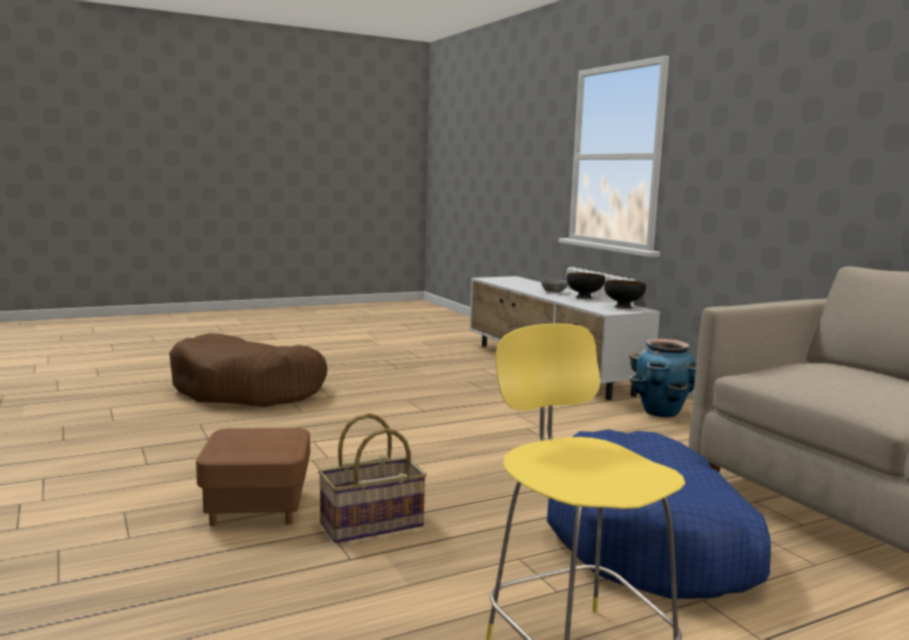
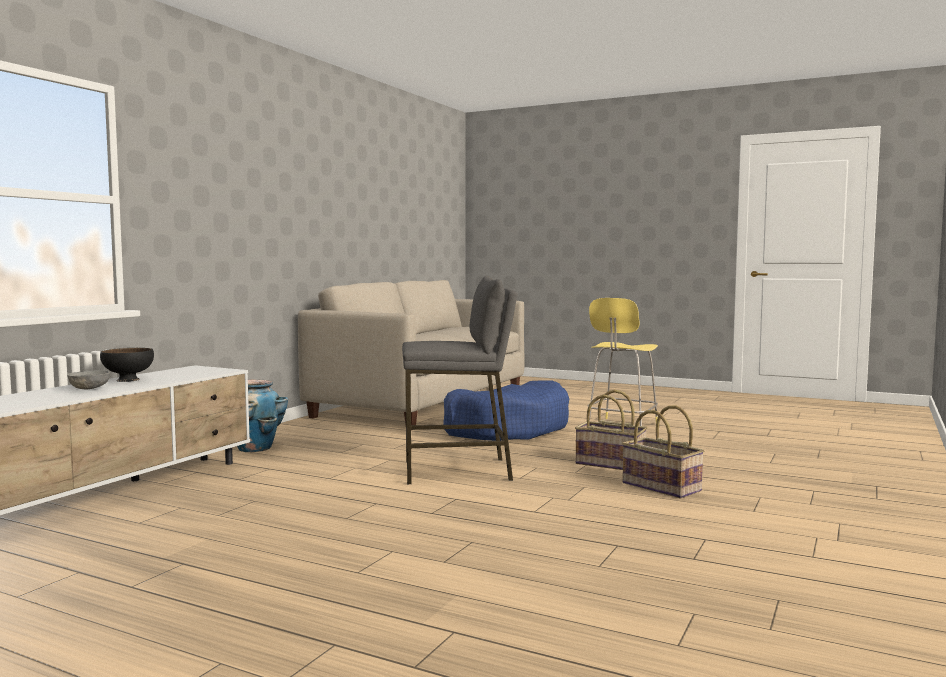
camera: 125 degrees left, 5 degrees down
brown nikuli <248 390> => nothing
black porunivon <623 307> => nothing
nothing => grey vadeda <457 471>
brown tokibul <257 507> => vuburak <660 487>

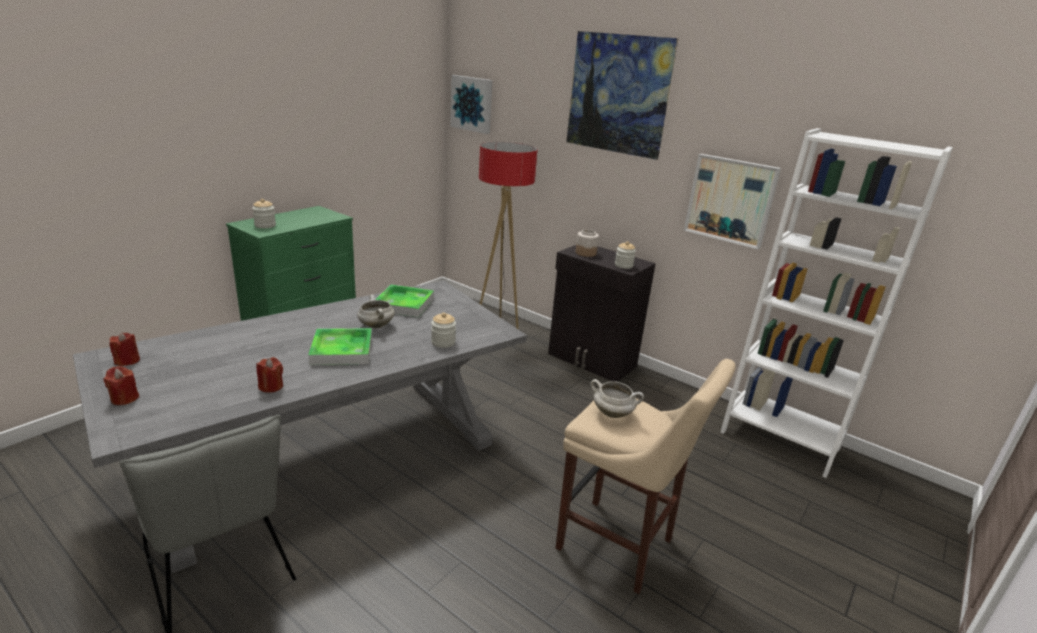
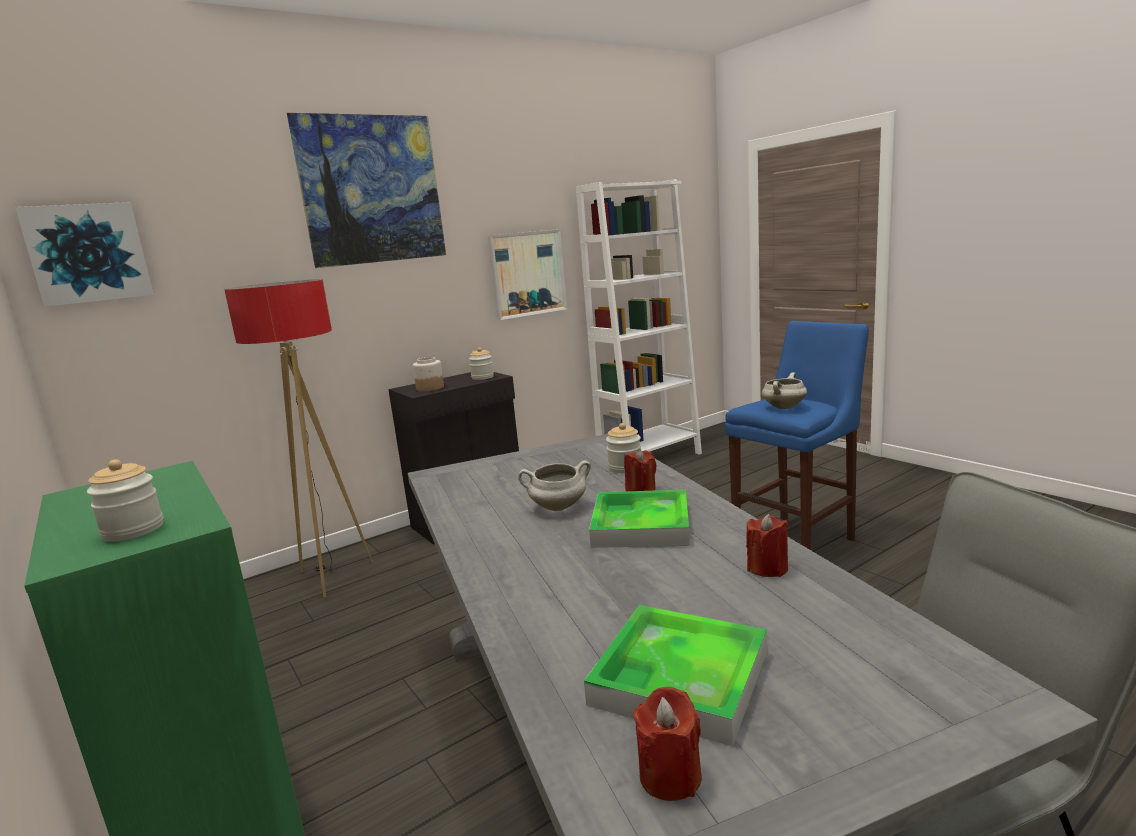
camera: 70 degrees left, 10 degrees down
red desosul <124 398> => red desosul <641 489>, move
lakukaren <404 304> => lakukaren <680 678>, move
beige vadeda <620 547> => blue vadeda <798 540>

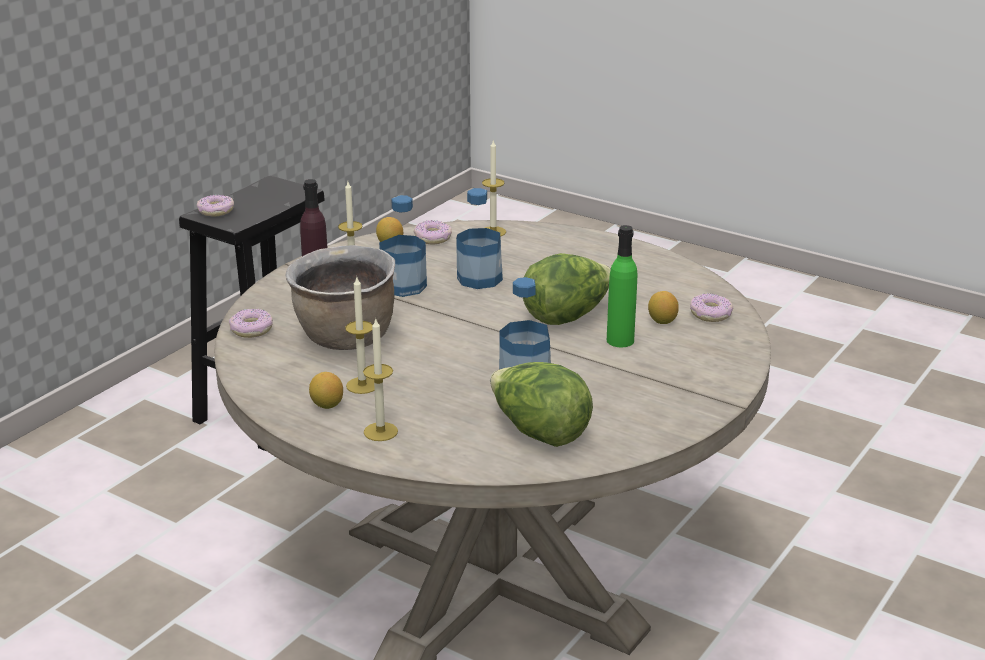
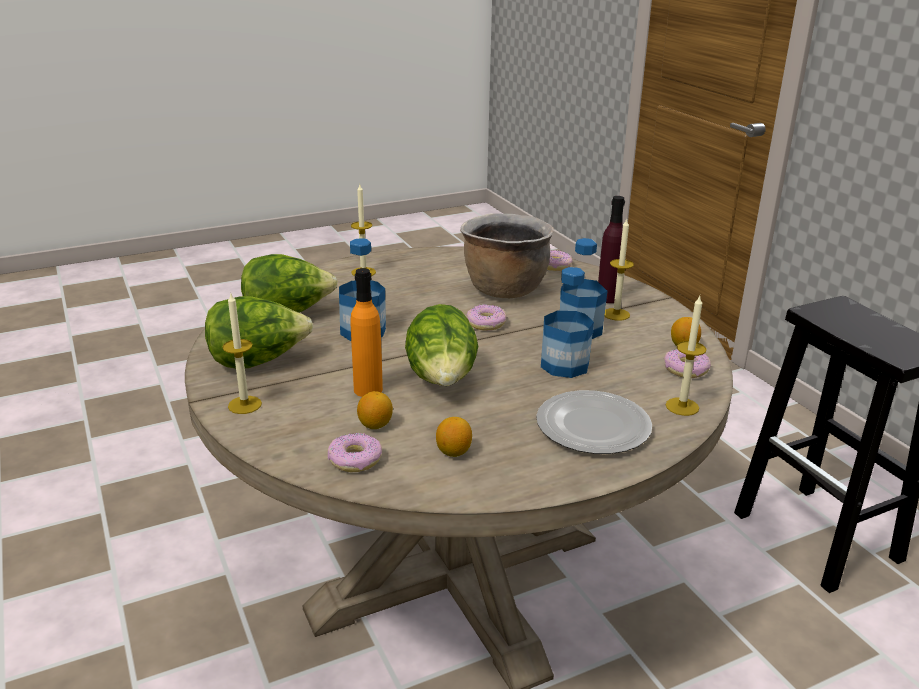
camera: 120 degrees right, 0 degrees up
nothing => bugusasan <258 362>
nothing => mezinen <593 425>
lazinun <216 211> => lazinun <486 323>, move
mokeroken <327 405> => mokeroken <453 452>, move
desosul <362 385> => desosul <244 405>, move
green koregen <620 340> => orange koregen <368 389>

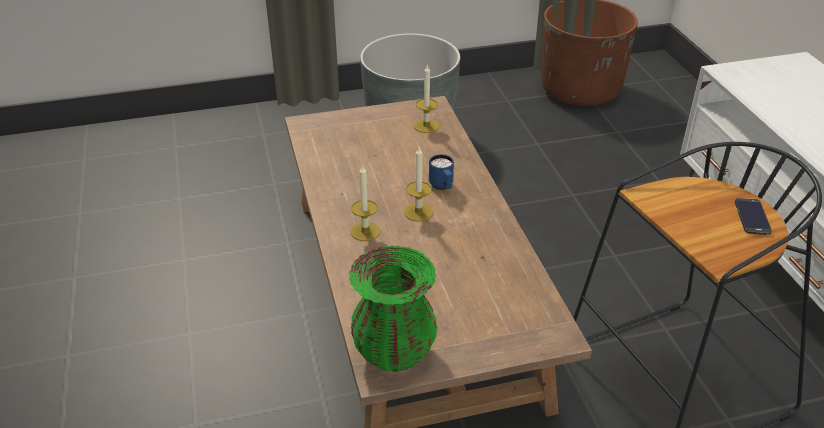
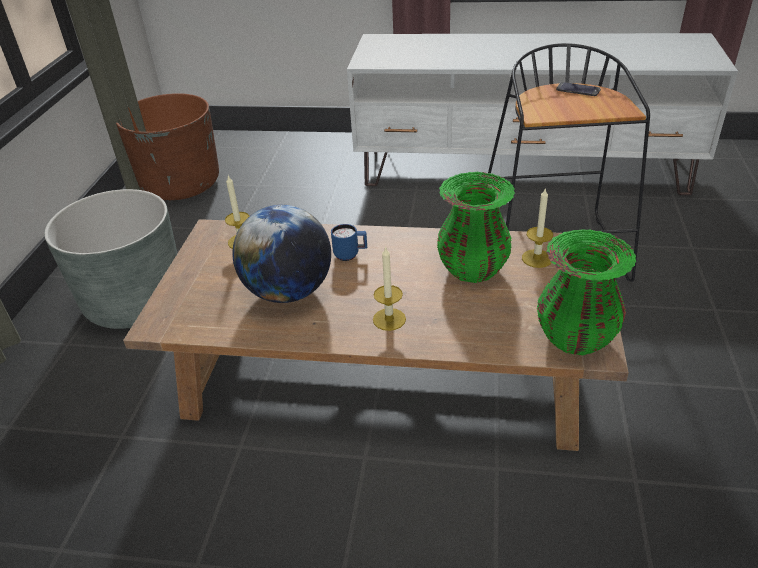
camera: 65 degrees left, 0 degrees up
nothing => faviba <289 292>
nothing => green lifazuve <473 269>
desosul <418 212> => desosul <537 258>, move

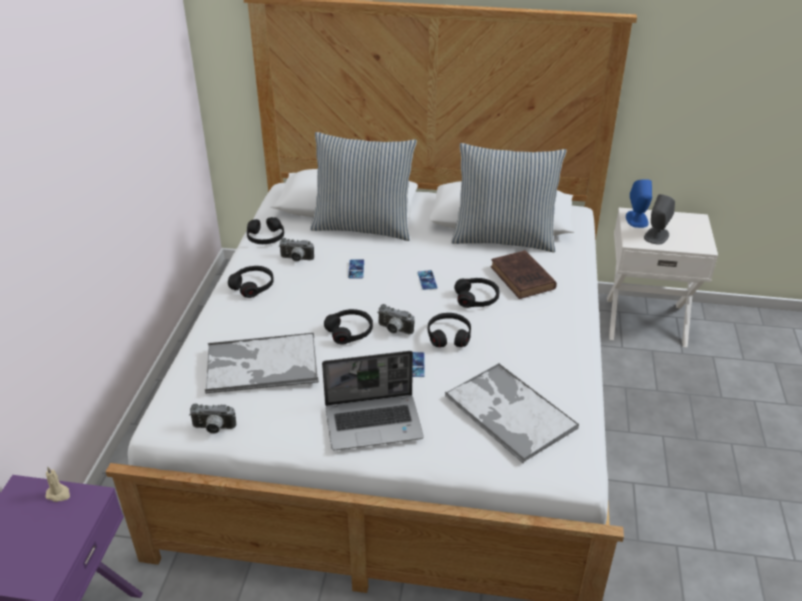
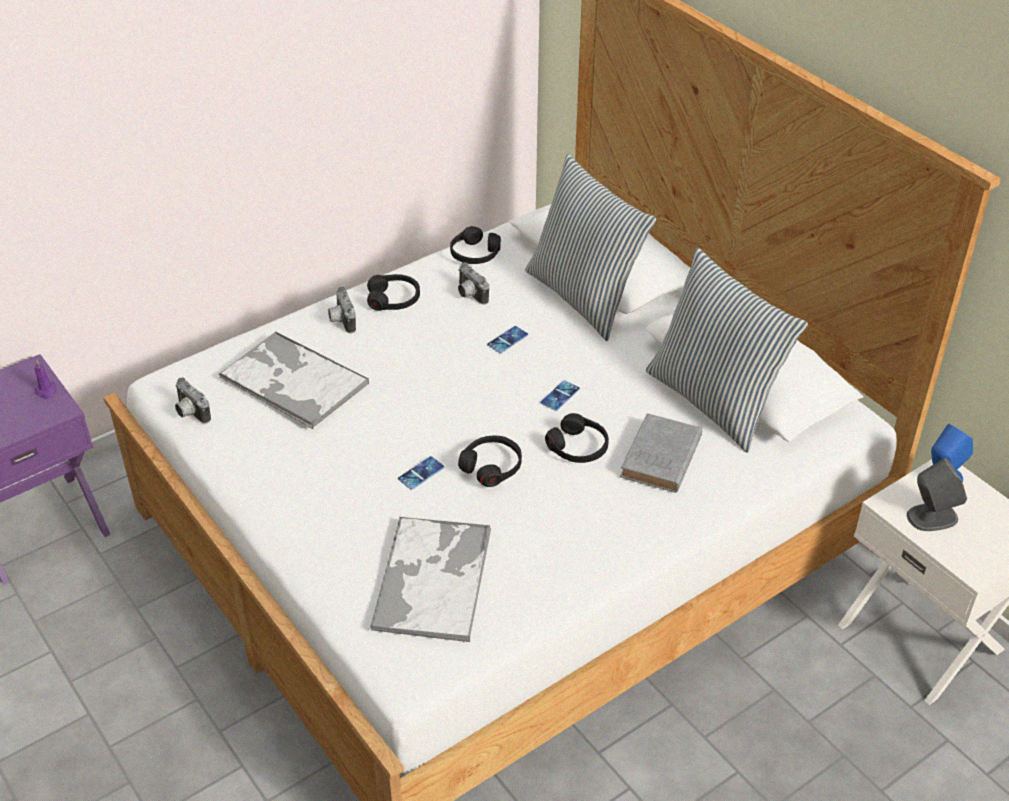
camera: 45 degrees right, 5 degrees up
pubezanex <374 422> => nothing
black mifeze <350 331> => nothing
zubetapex <394 330> => zubetapex <341 320>, move
beige desosul <59 494> => purple desosul <46 391>
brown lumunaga <523 279> => grey lumunaga <660 459>

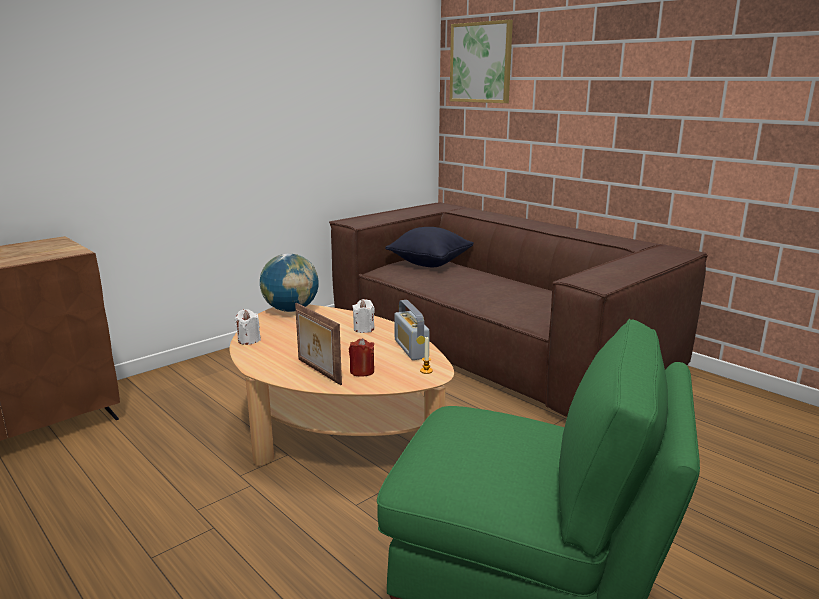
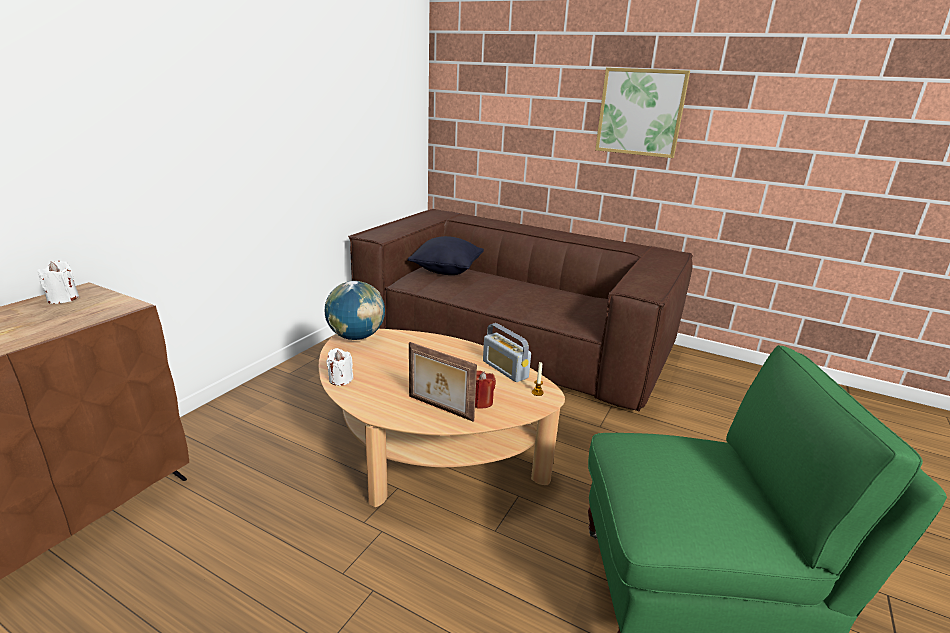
camera: 20 degrees left, 5 degrees up
white desosul <364 329> => white desosul <63 299>, move
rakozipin <481 62> => rakozipin <640 112>, move

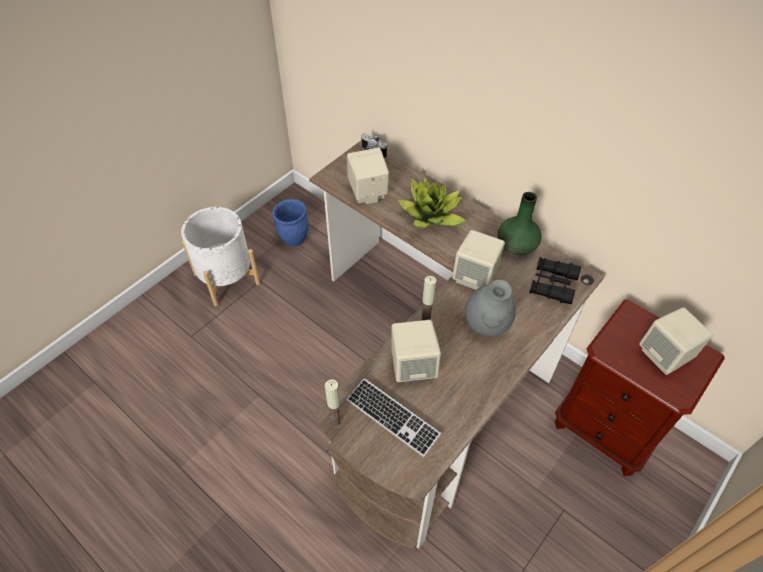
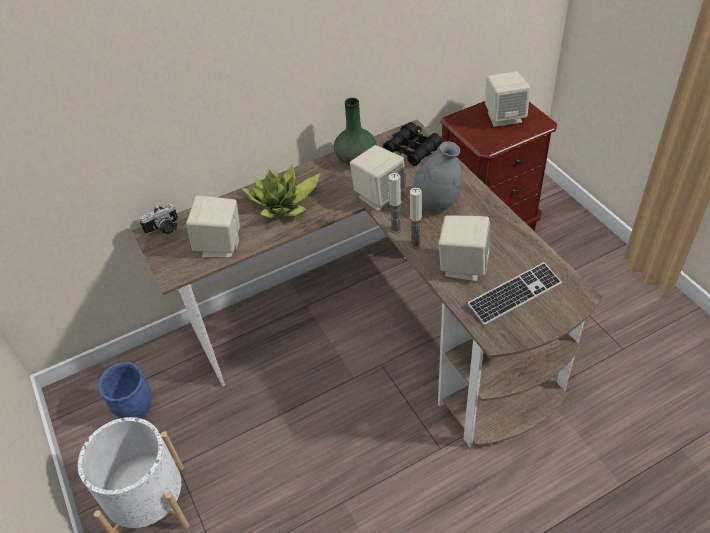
camera: 65 degrees left, 5 degrees down
desosul <335 422> => desosul <395 229>, move

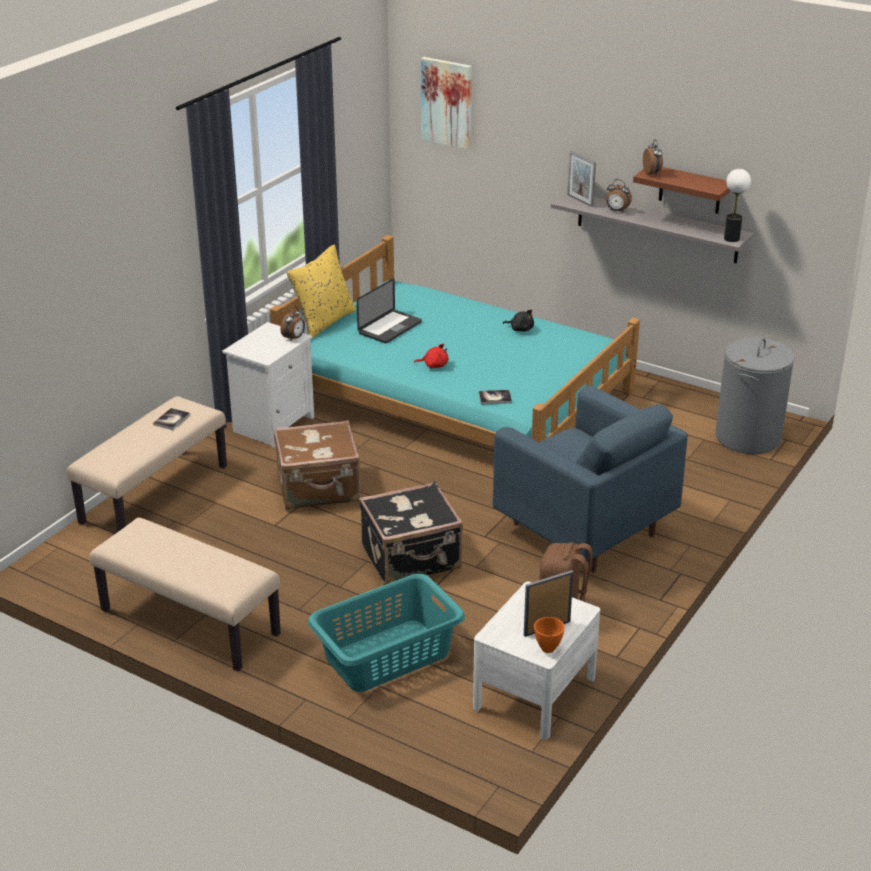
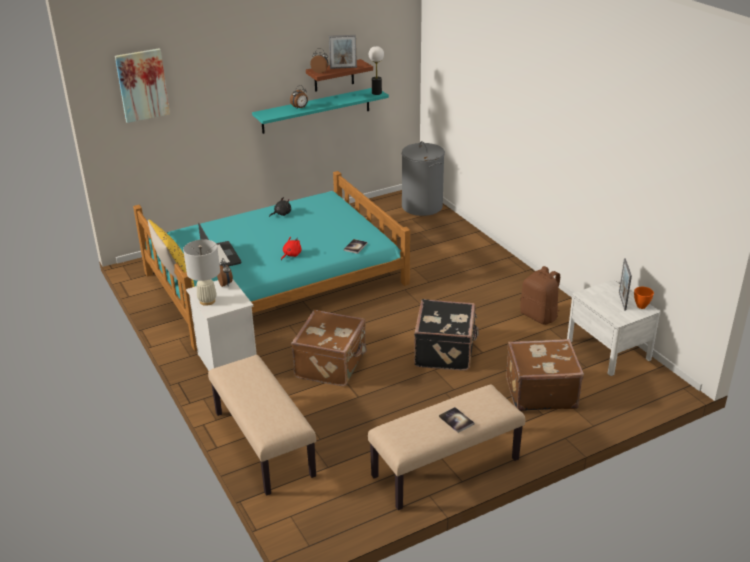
camera: 60 degrees left, 0 degrees up
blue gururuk <583 530> => nothing
nothing => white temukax <207 301>
lumunaga <171 420> => lumunaga <456 420>, move
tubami <580 200> => tubami <343 68>, move
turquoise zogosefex <386 655> => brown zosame <540 392>
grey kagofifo <657 227> => turquoise kagofifo <316 110>

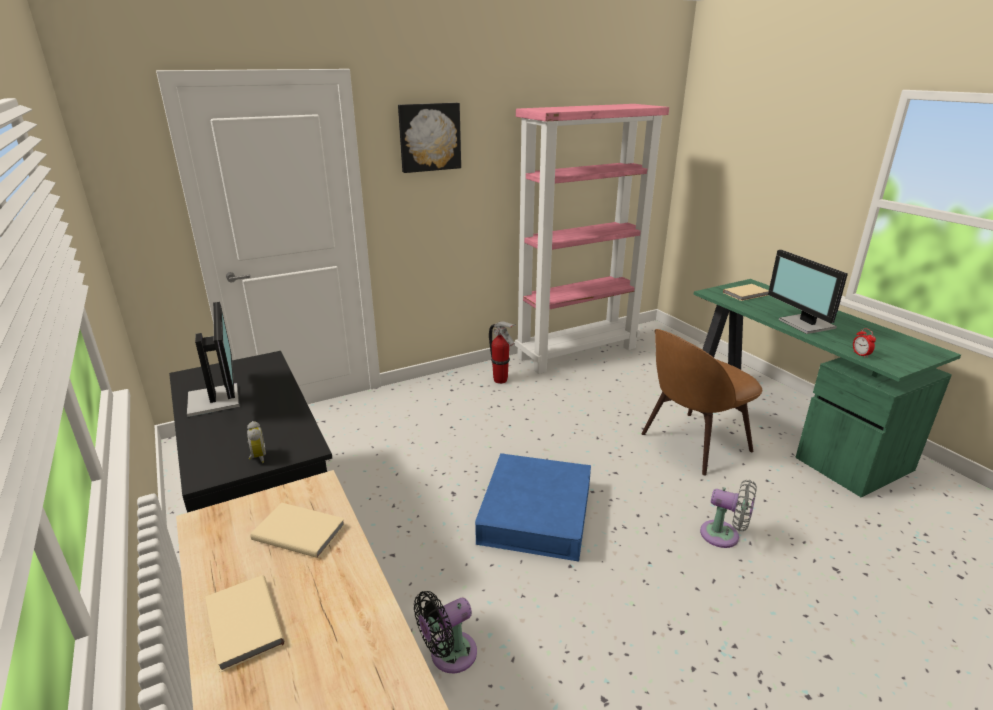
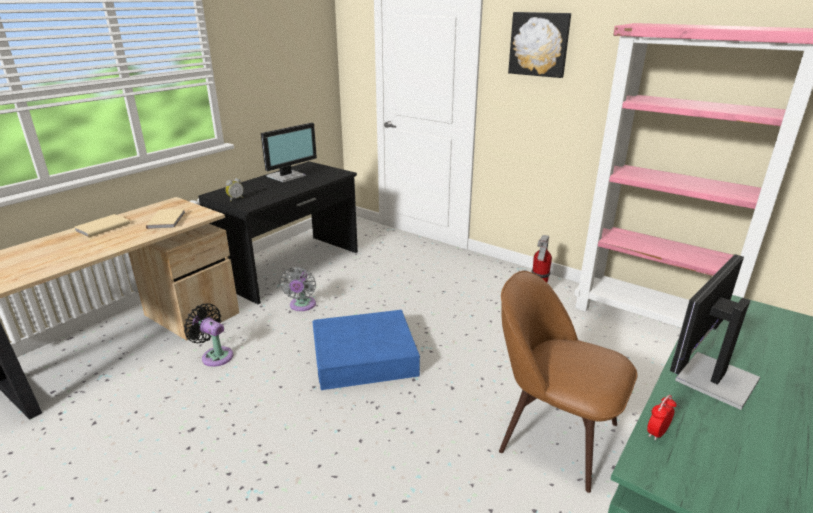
camera: 65 degrees right, 0 degrees up
beige lumunaga <747 294> => nothing
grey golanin <724 536> => grey golanin <302 306>, move

